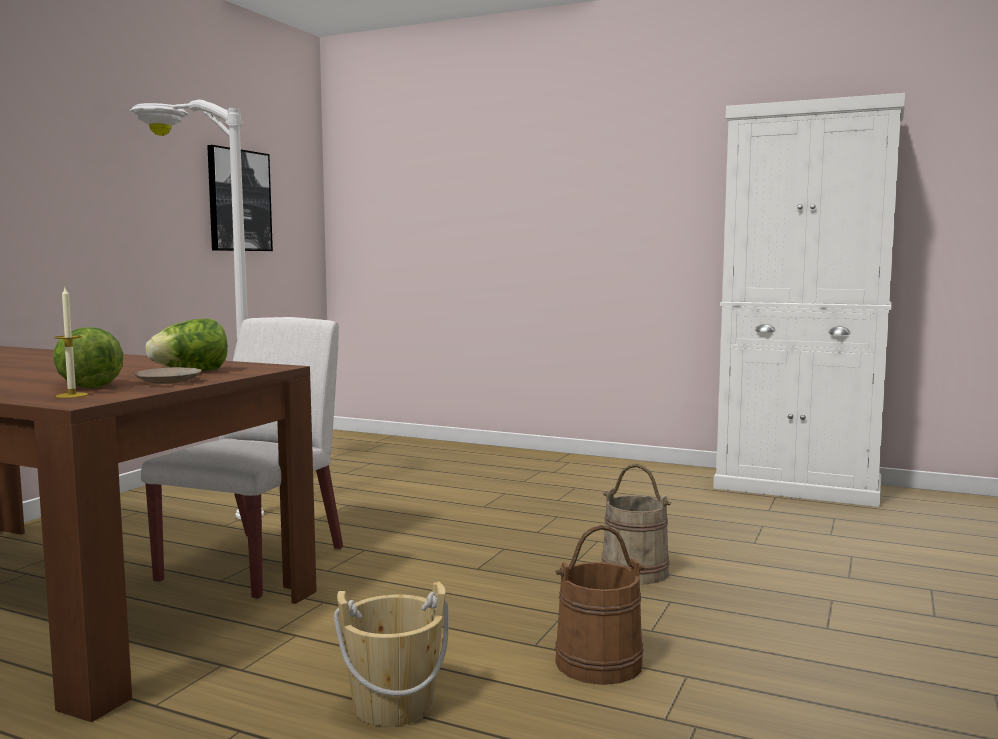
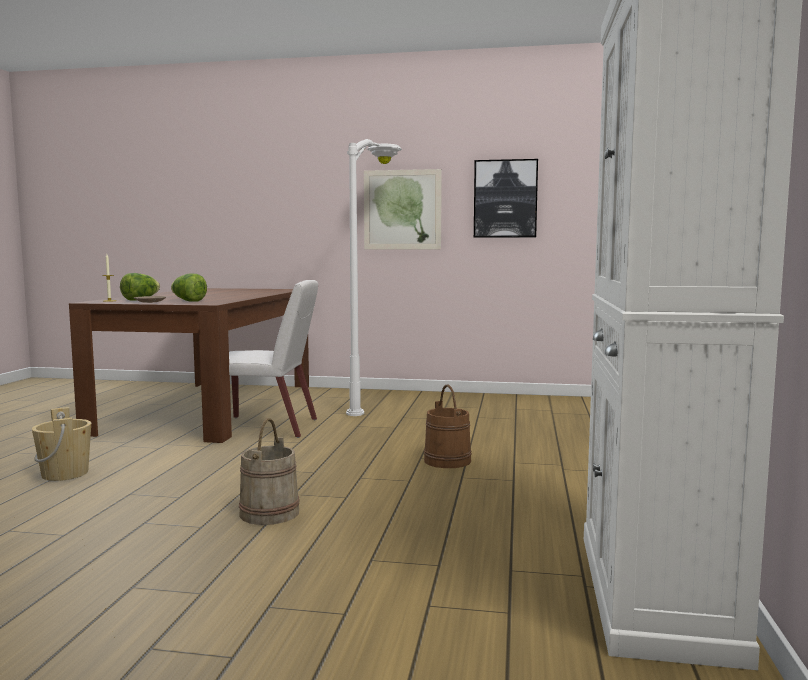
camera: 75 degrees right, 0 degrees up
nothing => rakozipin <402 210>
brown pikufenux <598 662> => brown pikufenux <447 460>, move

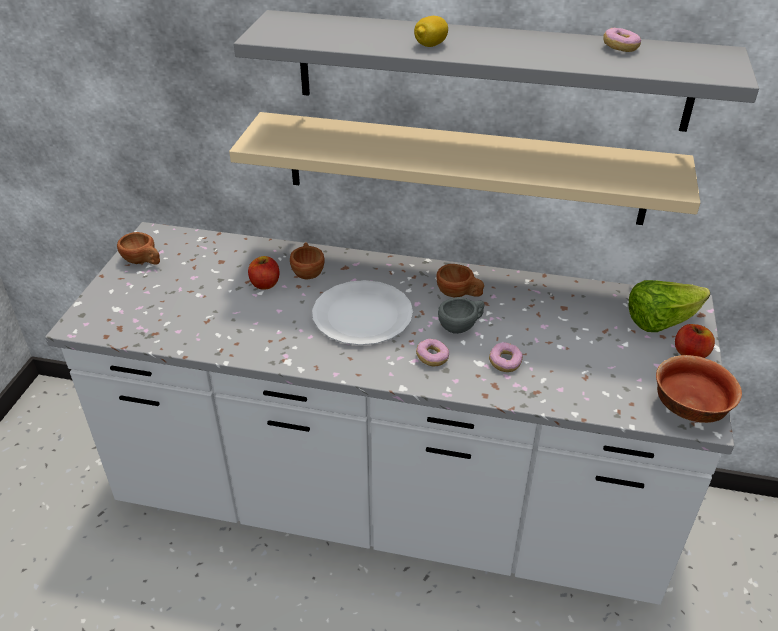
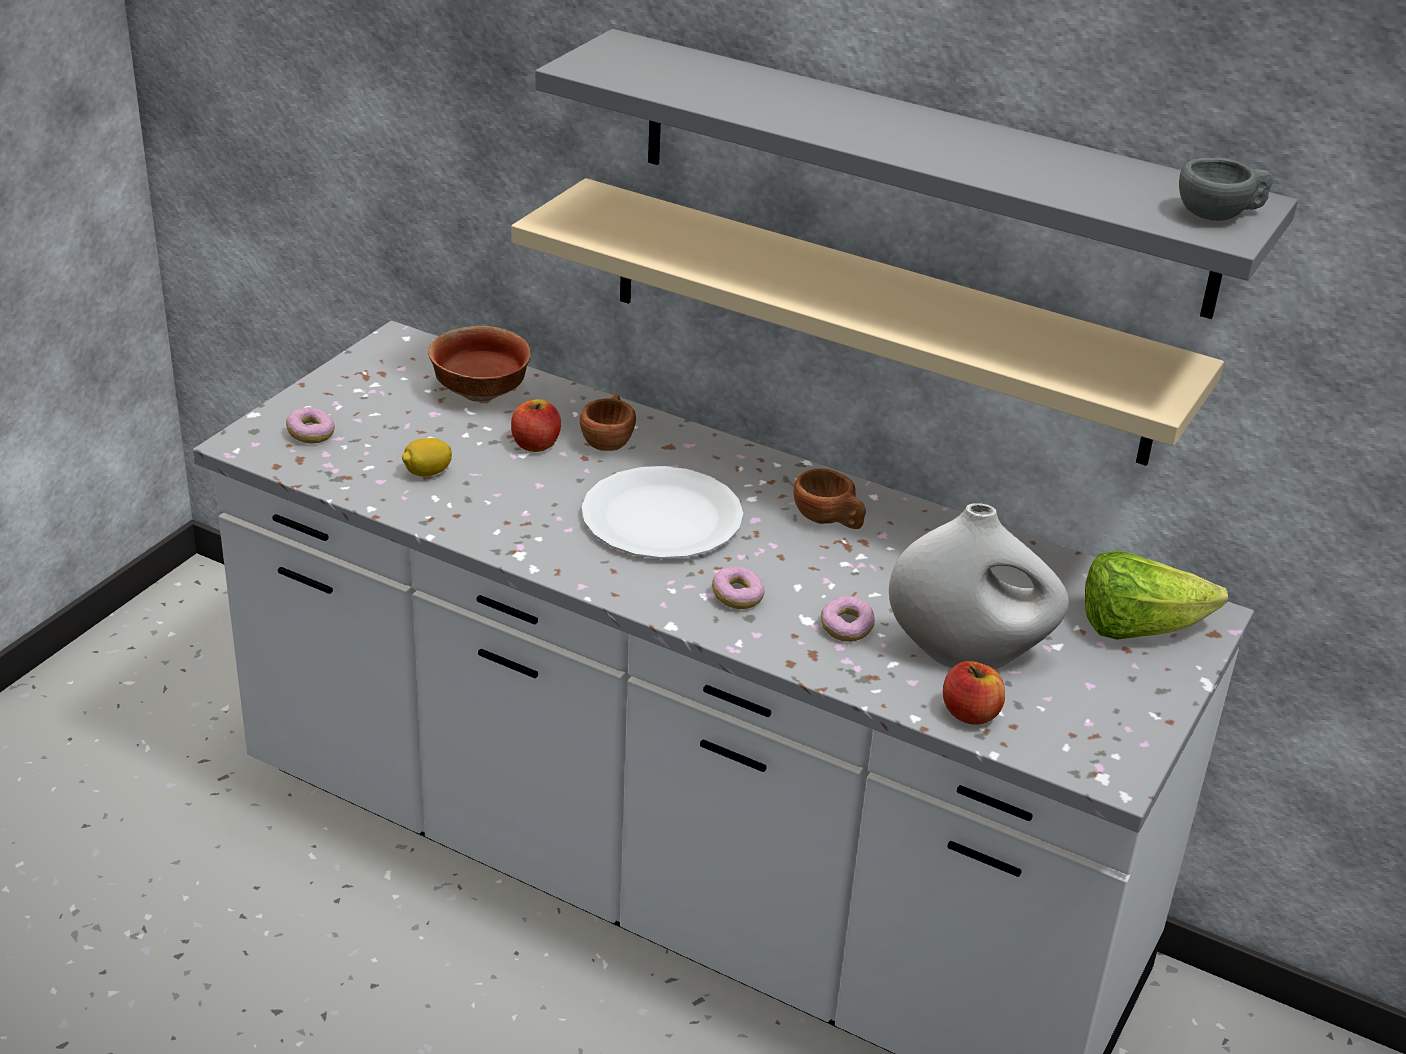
camera: 15 degrees right, 5 degrees down
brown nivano <143 261> => nothing
nothing => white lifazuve <968 655>
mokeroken <430 45> => mokeroken <427 473>, move
grey nivano <461 326> => grey nivano <1220 215>, move
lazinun <620 48> => lazinun <311 435>, move
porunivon <690 408> => porunivon <482 392>, move
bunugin <690 353> => bunugin <970 713>, move

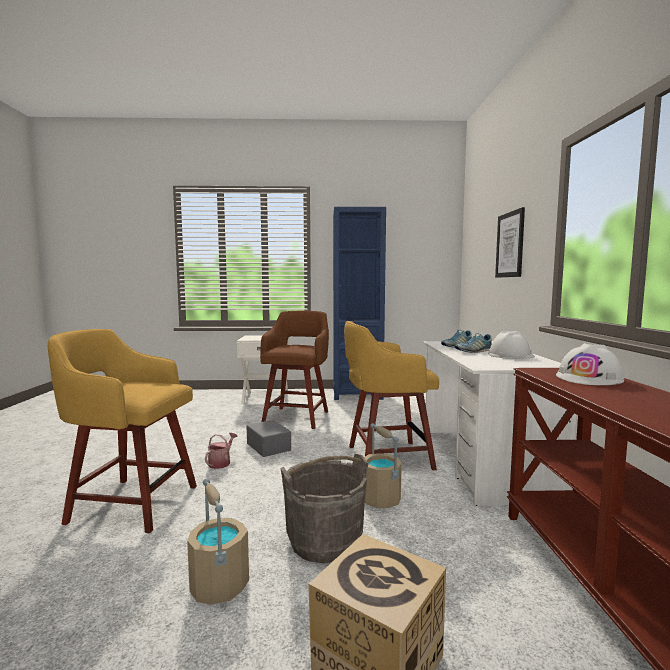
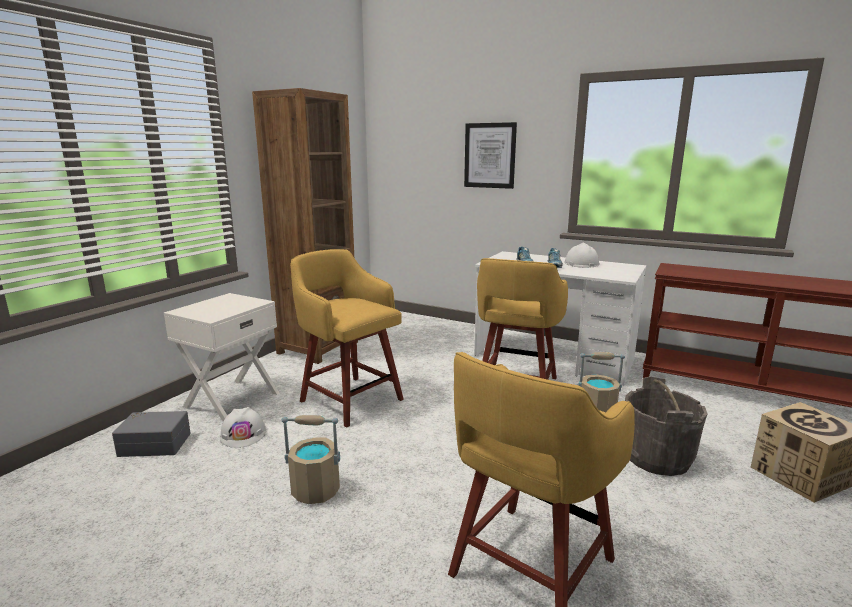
camera: 60 degrees left, 10 degrees up
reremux <221 462> => nothing
beige pikufenux <218 585> => beige pikufenux <315 490>, move
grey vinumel <269 446> => grey vinumel <155 443>, move
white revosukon <589 378> => white revosukon <243 434>, move
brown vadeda <297 417> => yellow vadeda <349 399>
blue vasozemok <357 394> => brown vasozemok <318 347>

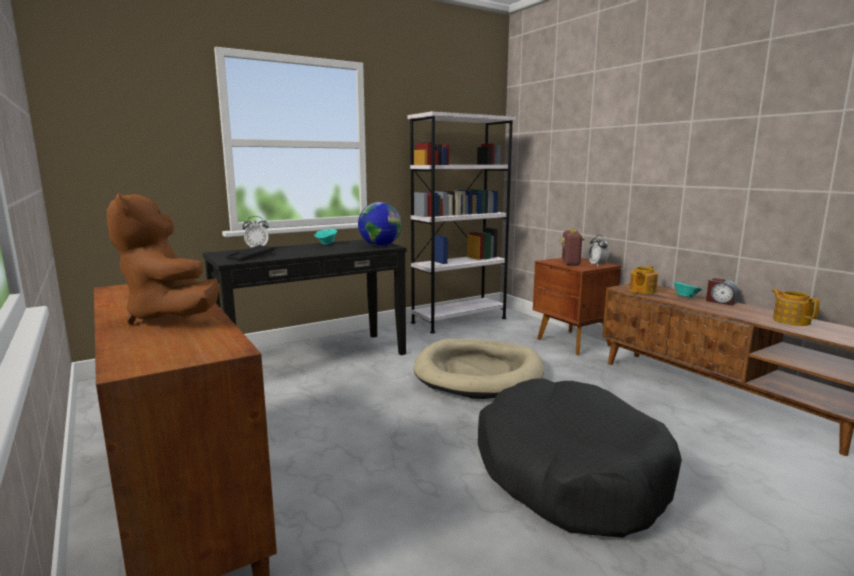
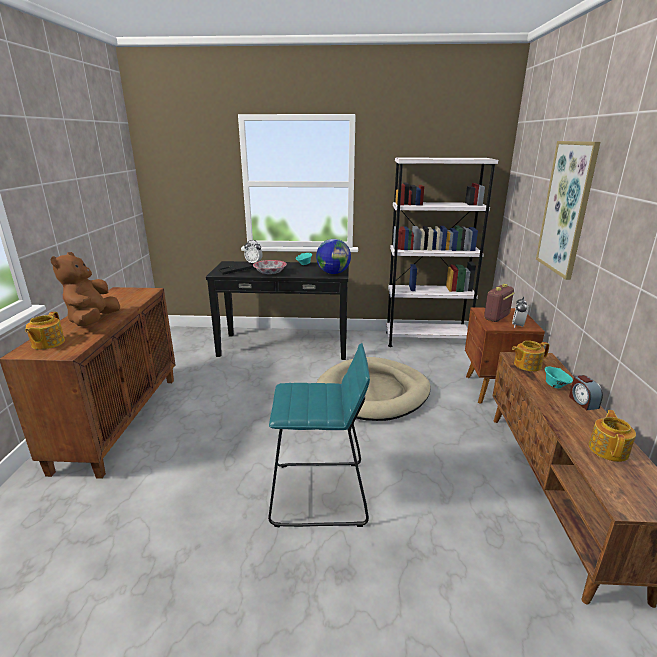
camera: 35 degrees right, 10 degrees up
nothing => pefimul <47 343>
nothing => porunivon <270 273>
nothing => rakozipin <566 208>
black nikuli <569 473> => turquoise vadeda <319 493>

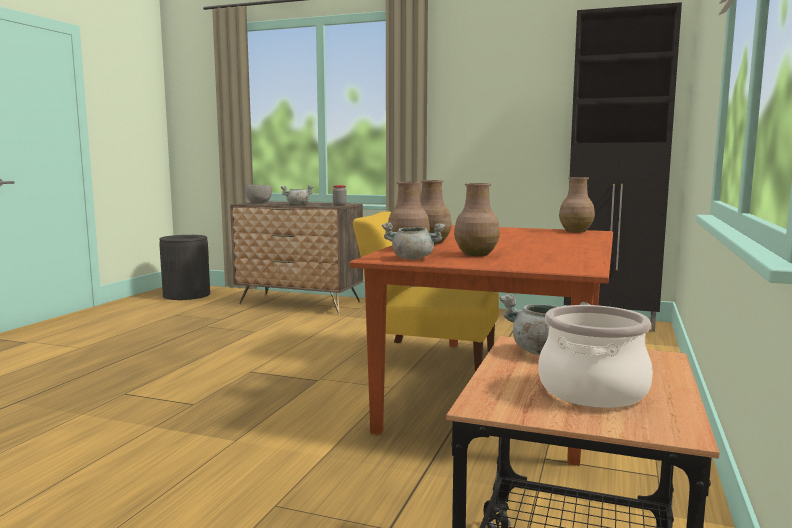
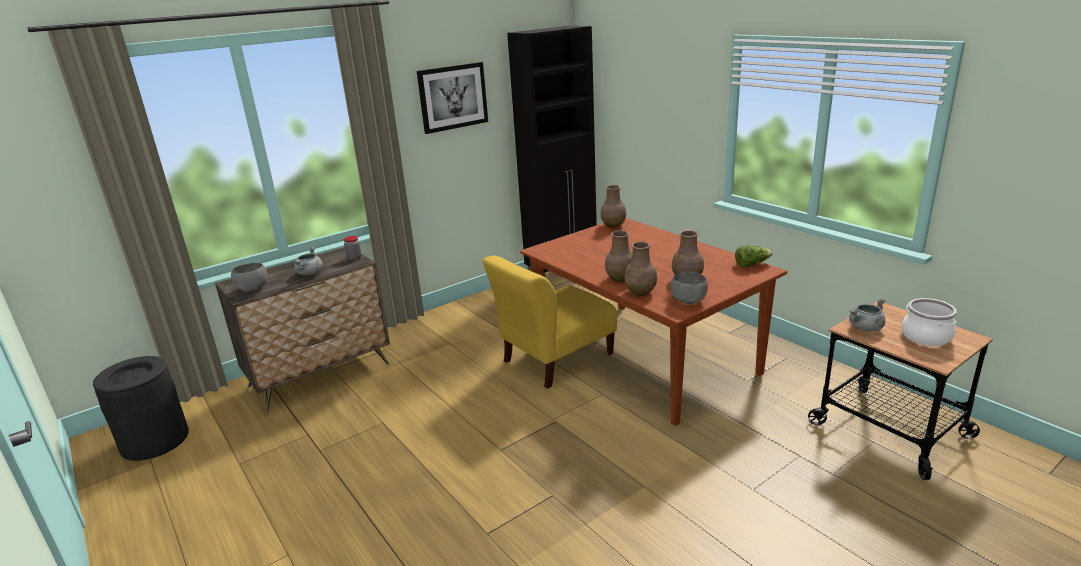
camera: 55 degrees left, 15 degrees up
nothing => rakozipin <453 97>
nothing => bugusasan <751 264>
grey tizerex <413 258> => grey porunivon <688 301>

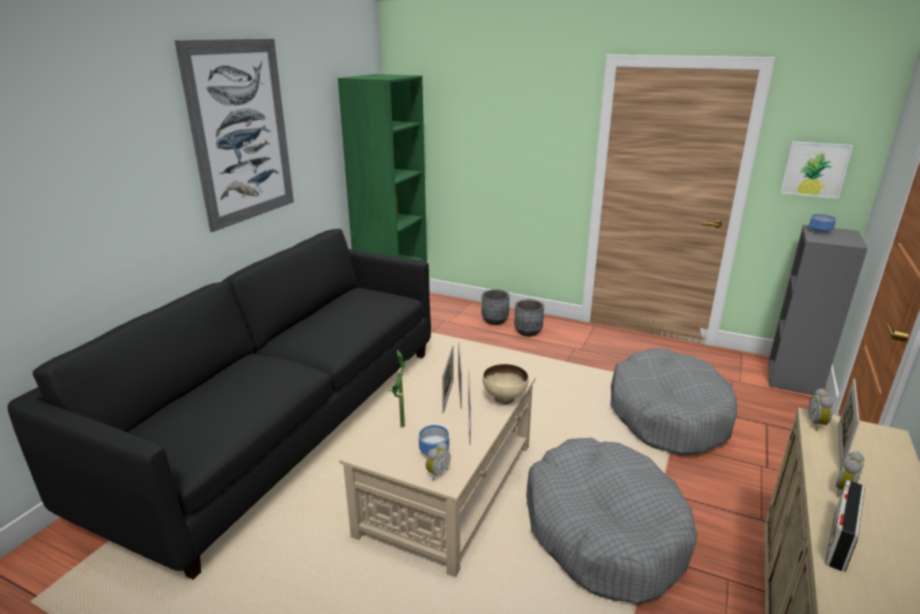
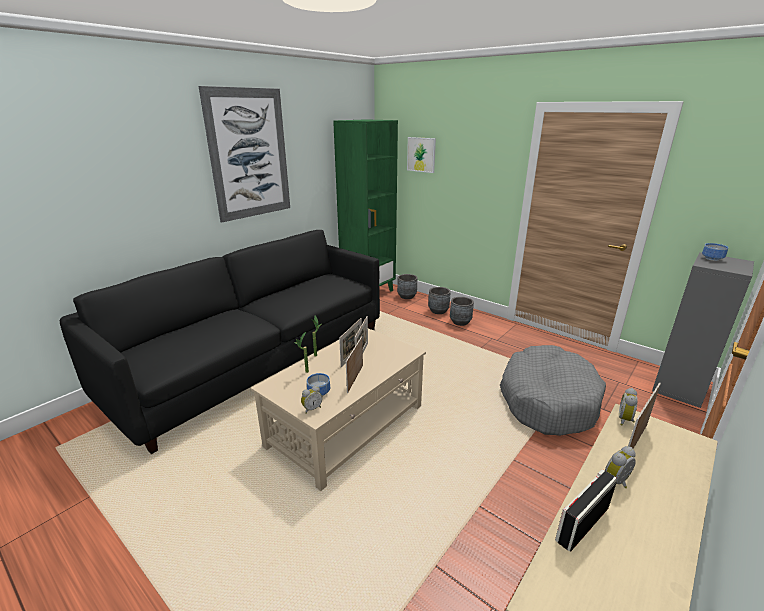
camera: 15 degrees right, 0 degrees up
beige porunivon <504 399> => nothing
grey nikuli <603 530> => nothing
nothing => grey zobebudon <407 296>
rakozipin <815 169> => rakozipin <421 154>, move

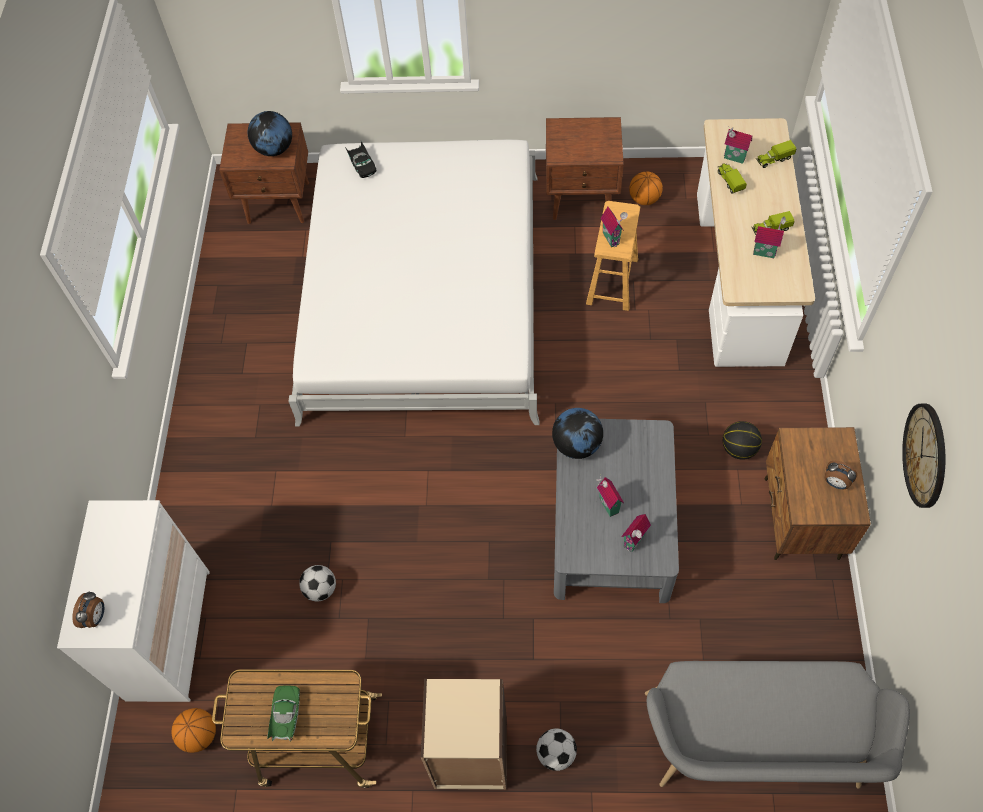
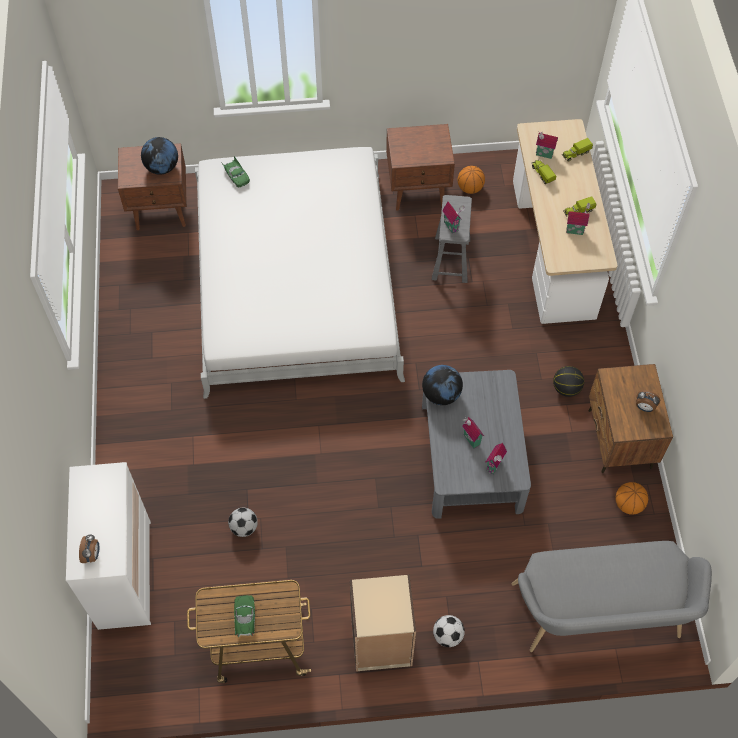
camera: 10 degrees left, 0 degrees up
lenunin <925 455> => nothing
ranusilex <199 735> => ranusilex <628 504>, move
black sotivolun <362 165> => green sotivolun <236 176>
brown vadeda <612 281> => grey vadeda <450 259>

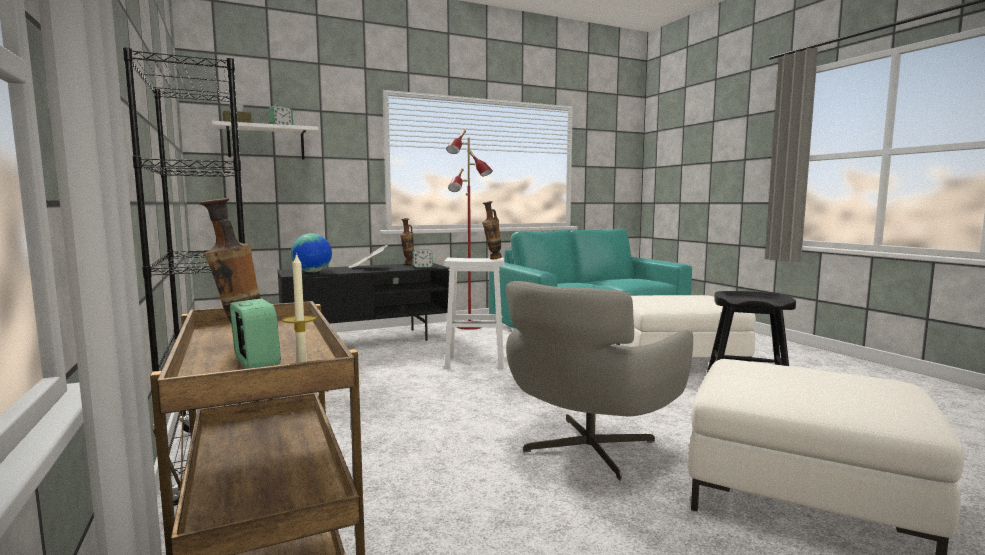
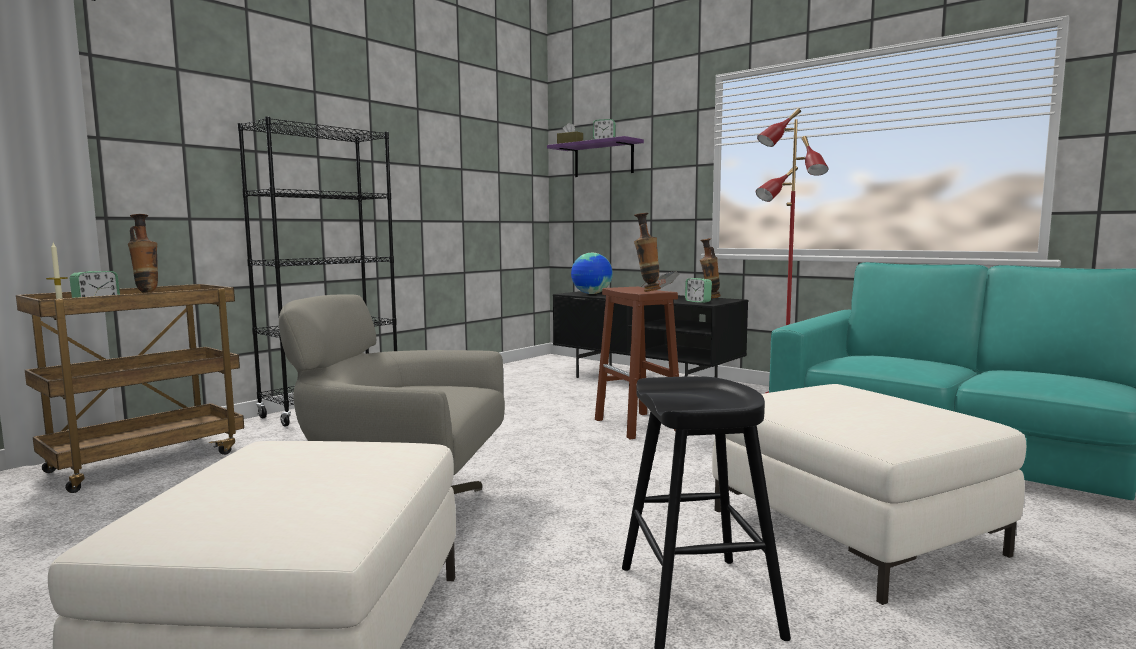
camera: 65 degrees right, 0 degrees up
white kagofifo <266 143> => purple kagofifo <603 159>
white vadeda <476 361> => brown vadeda <638 425>

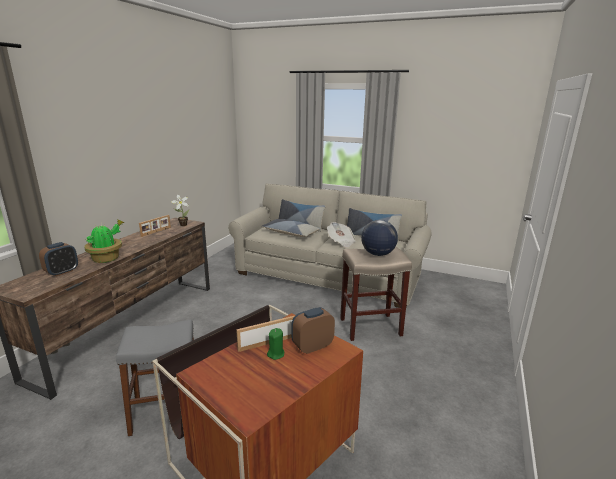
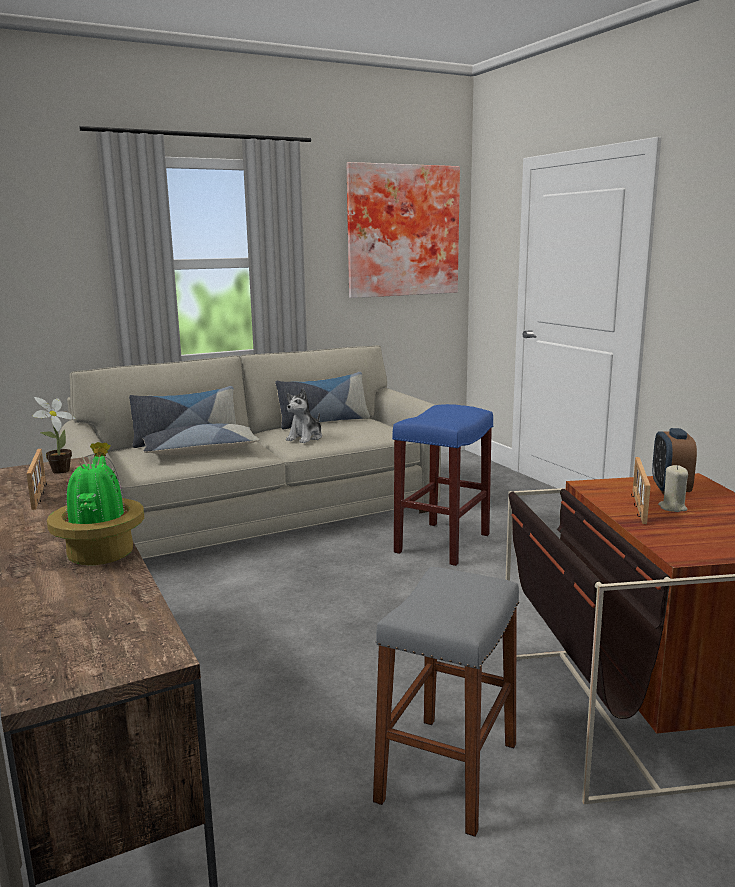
camera: 50 degrees left, 5 degrees down
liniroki <62 272> => nothing
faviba <377 254> => nothing
nothing => rakozipin <401 231>
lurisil <341 242> => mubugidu <305 438>
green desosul <276 354> => beige desosul <672 508>
beige vadeda <371 326> => blue vadeda <442 542>

